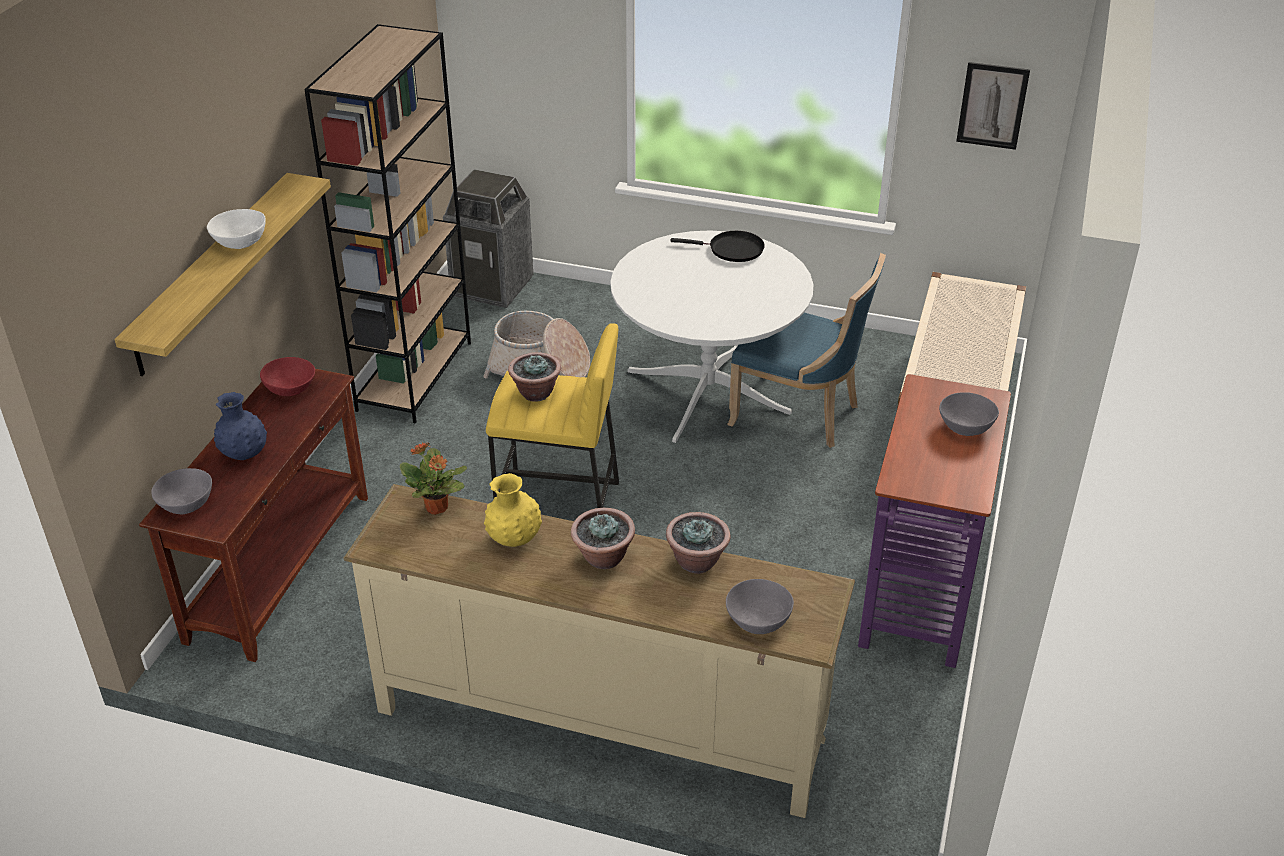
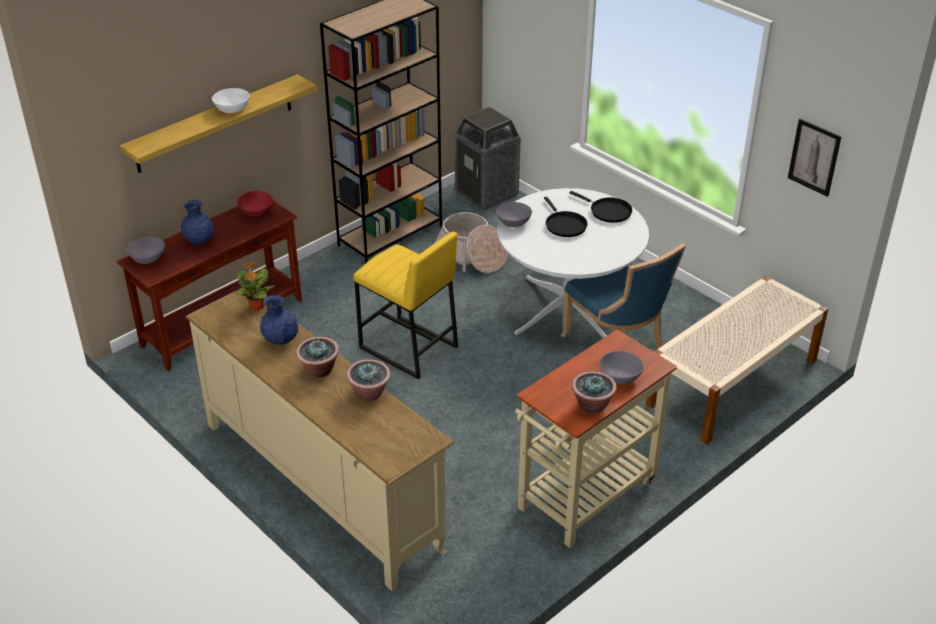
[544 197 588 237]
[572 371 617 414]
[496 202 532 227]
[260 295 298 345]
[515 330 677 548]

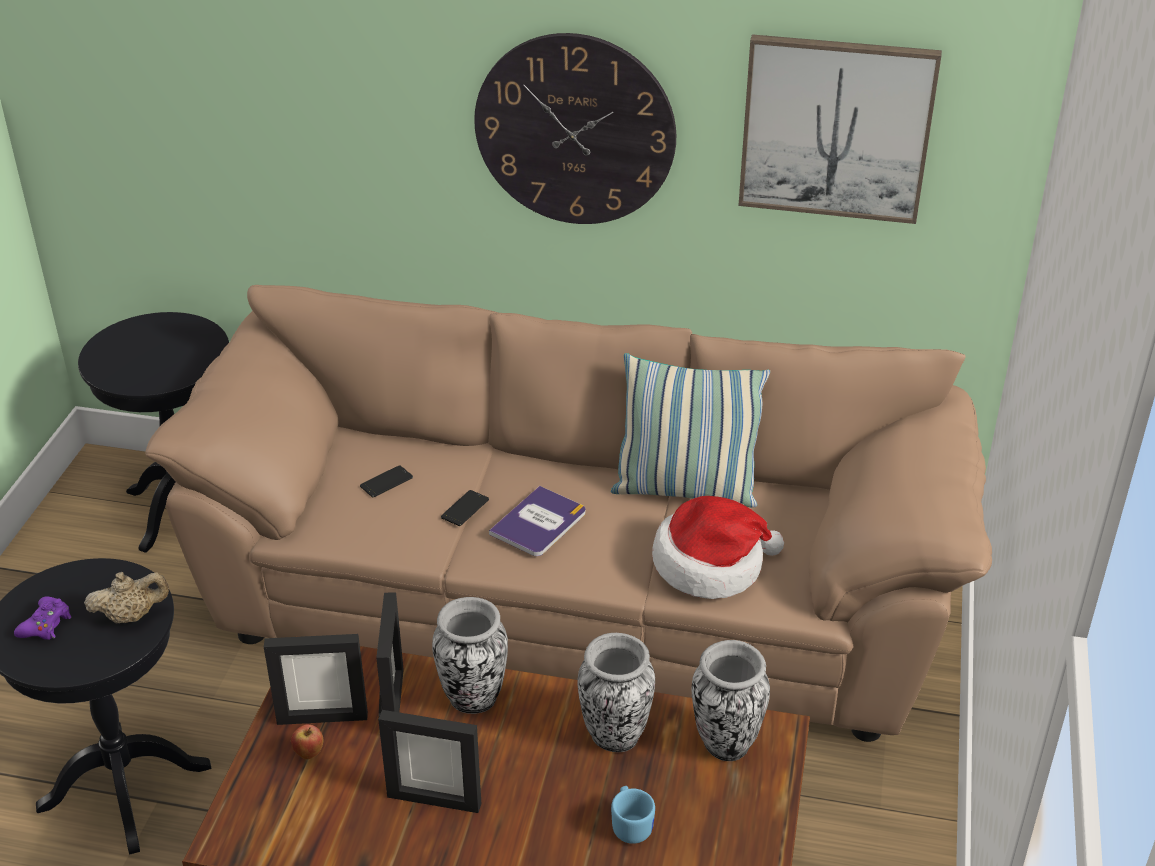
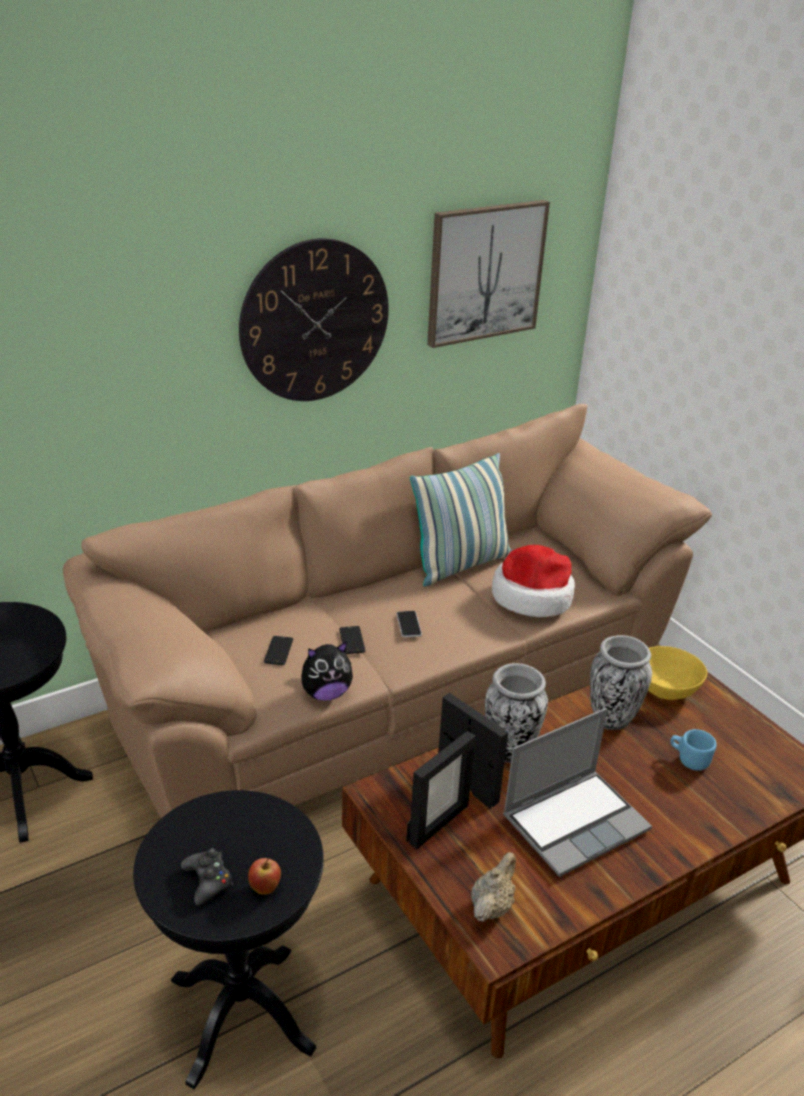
[301 641 353 701]
[471 852 516 922]
[248 858 281 895]
[503 708 652 877]
[396 611 422 637]
[648 646 707 700]
[181 848 233 905]

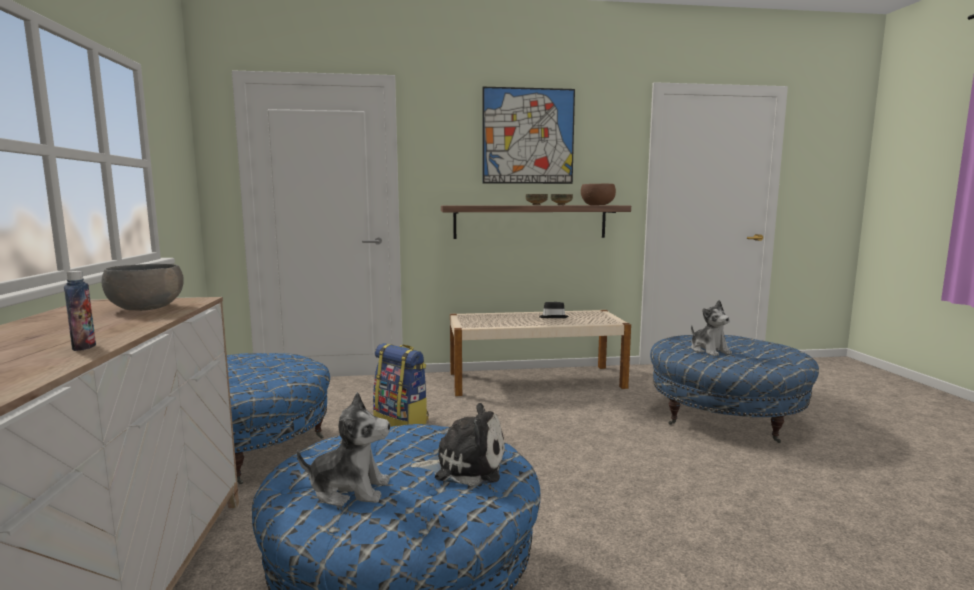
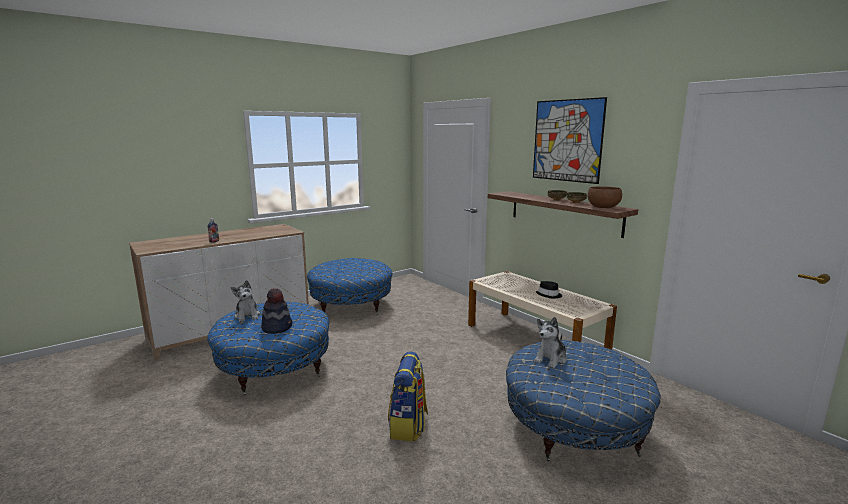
[102 264 184 311] (first image)
[388 351 428 441]
[261 288 292 334]

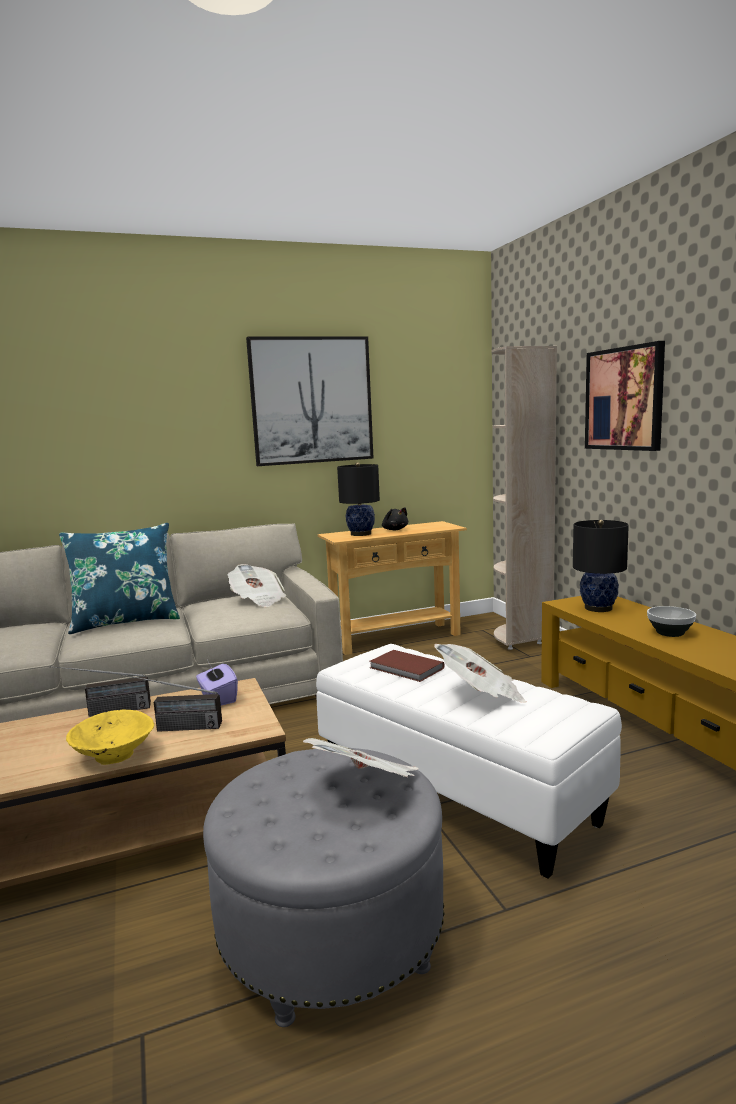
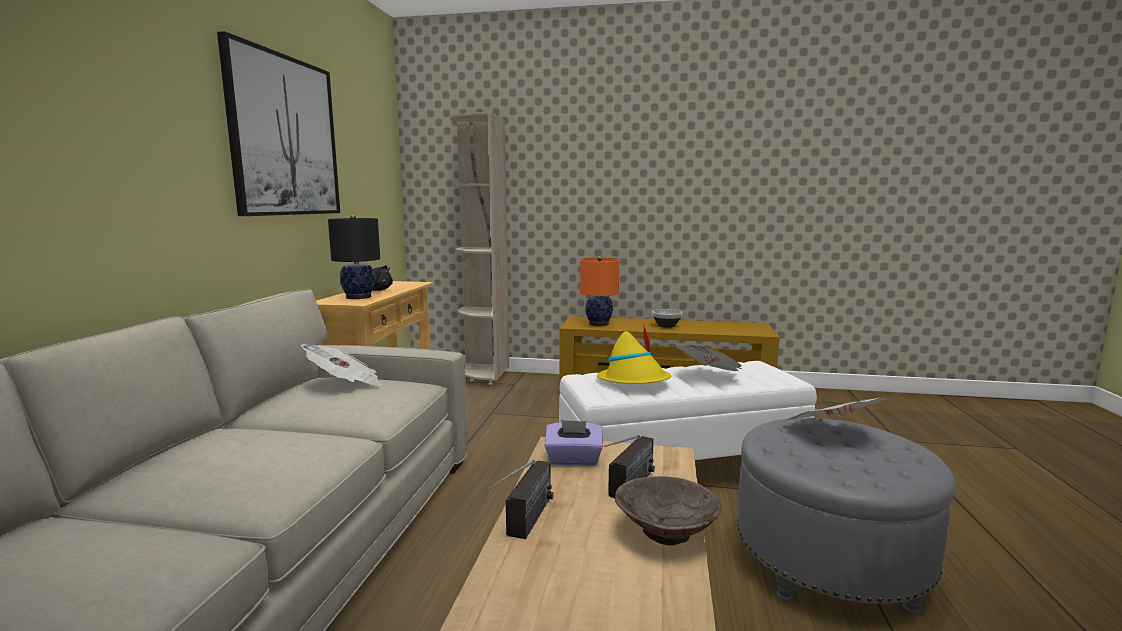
[59 523 180 634] (first image)
[585 341 665 451] (first image)
[597 326 671 384]
[615 476 721 546]
[580 256 619 326]

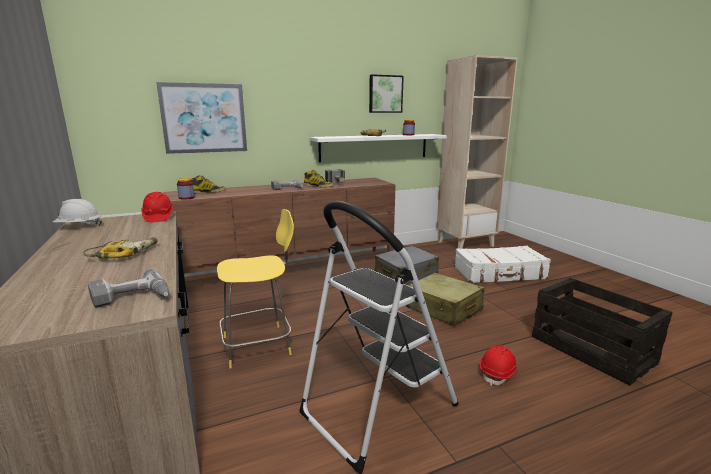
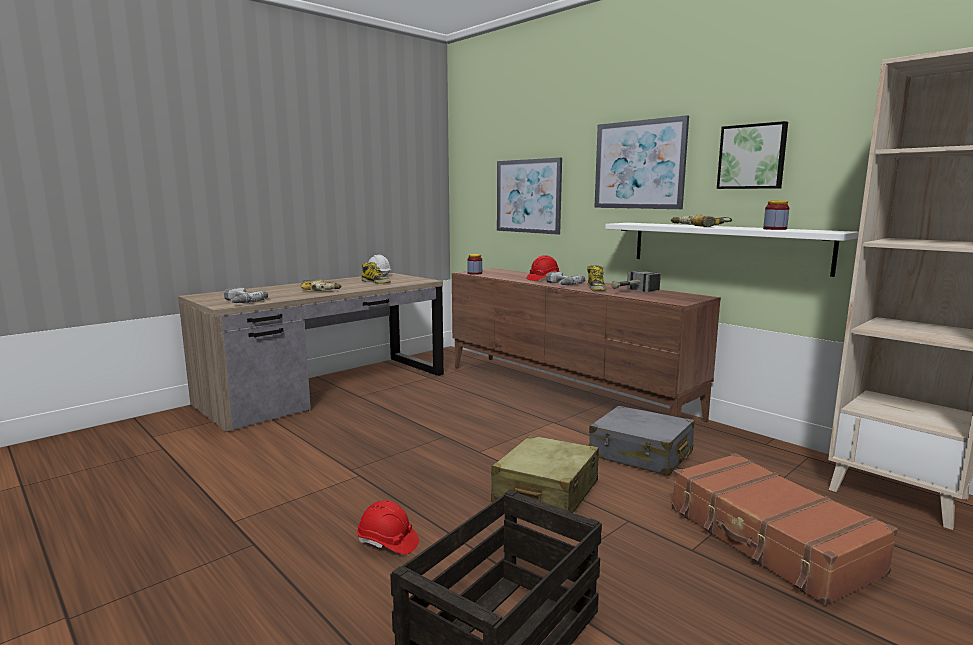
[217 209 294 368] (first image)
[299 201 459 474] (first image)
[594 115 689 209]
[526 255 560 281]
[361 262 391 284]
[672 453 898 606]

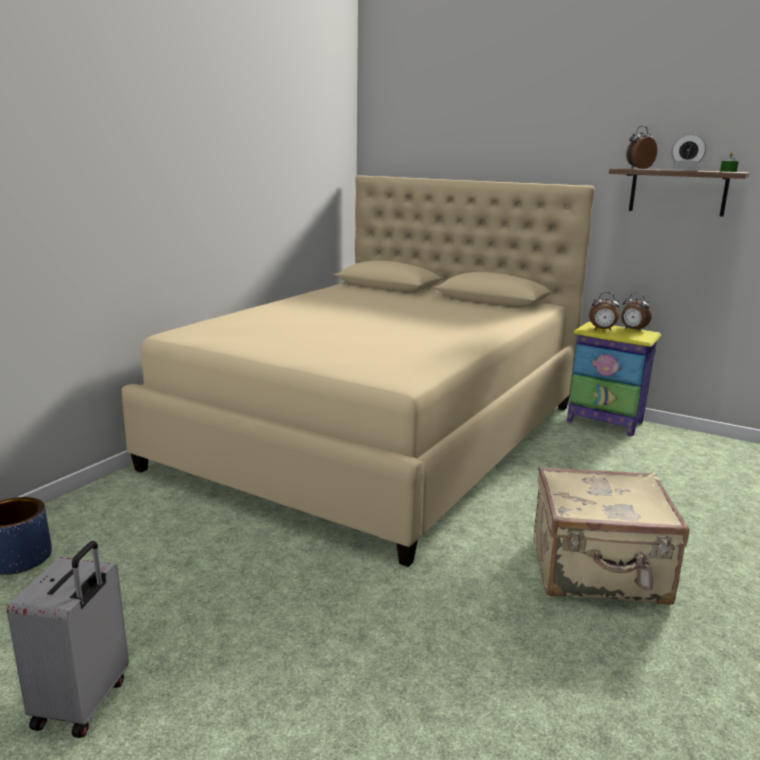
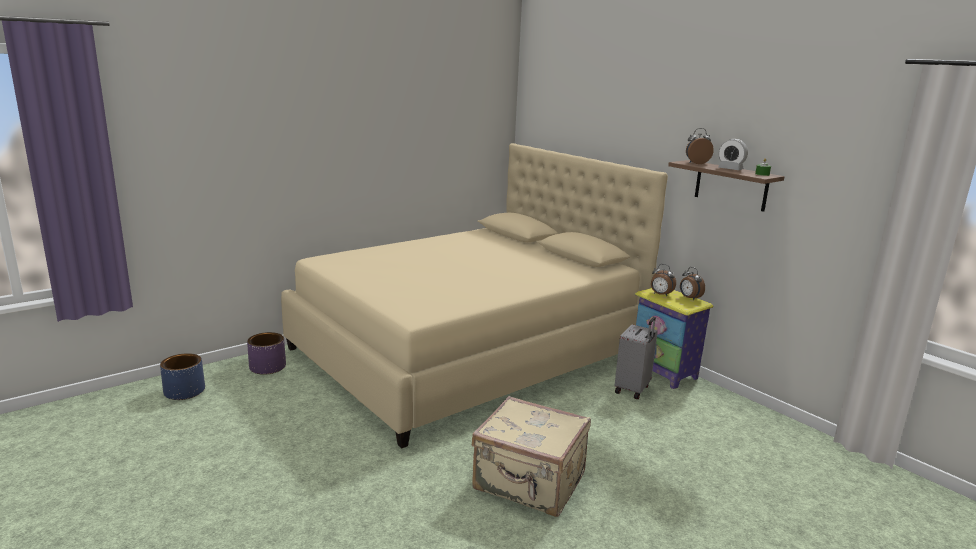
[247 332 286 375]
[615 317 658 399]

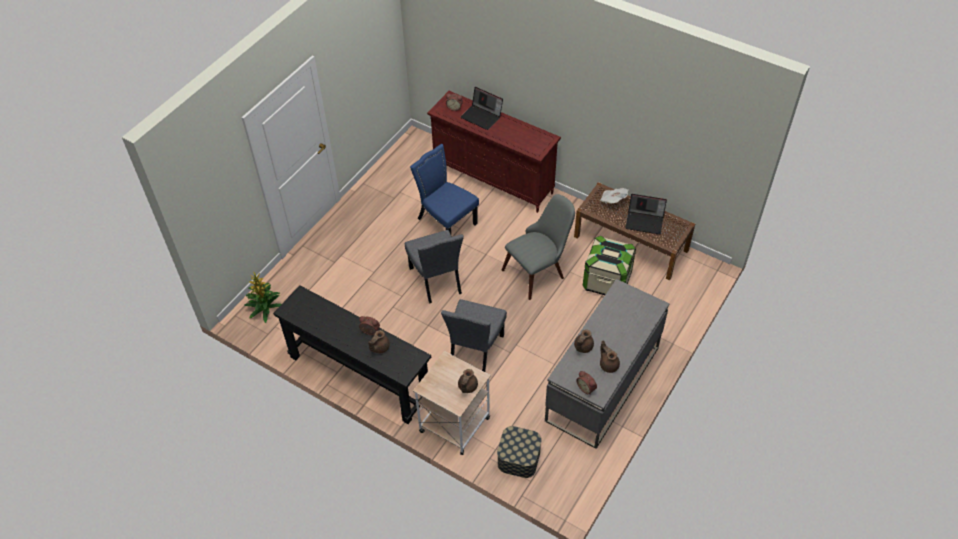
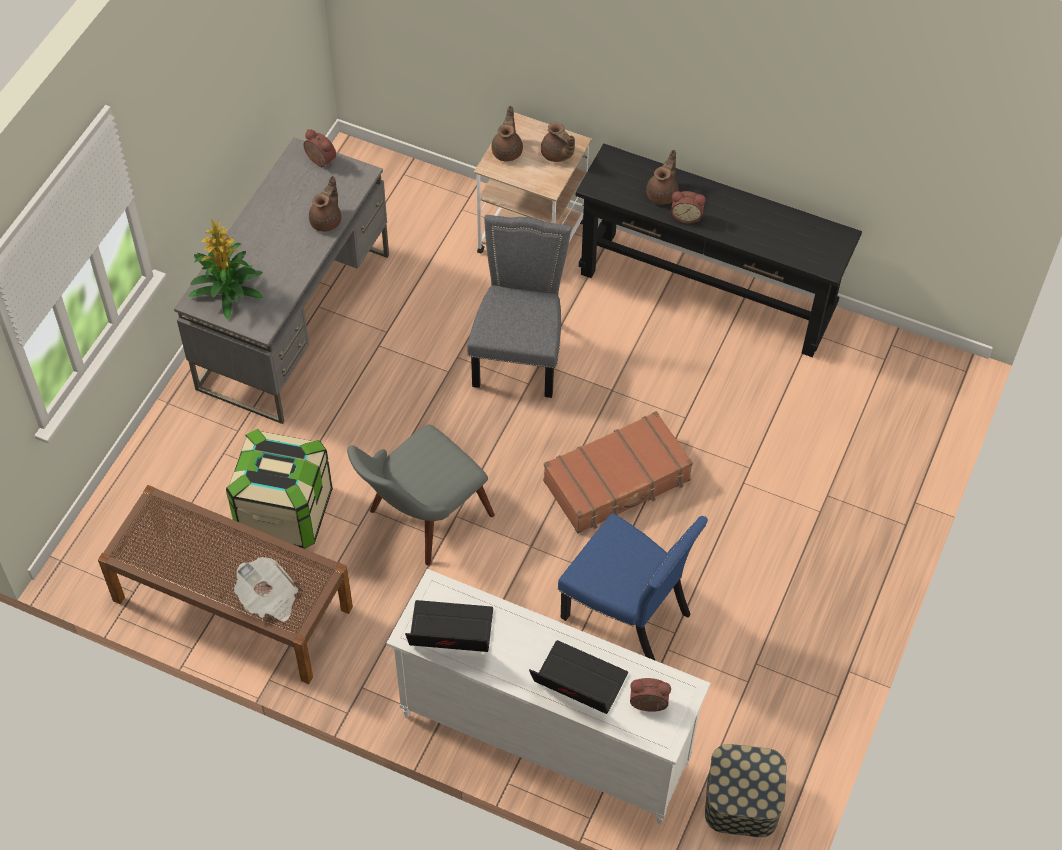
[188 219 263 319]
[705 744 787 837]
[541 122 575 162]
[405 600 493 652]
[543 411 693 533]
[386 569 711 825]

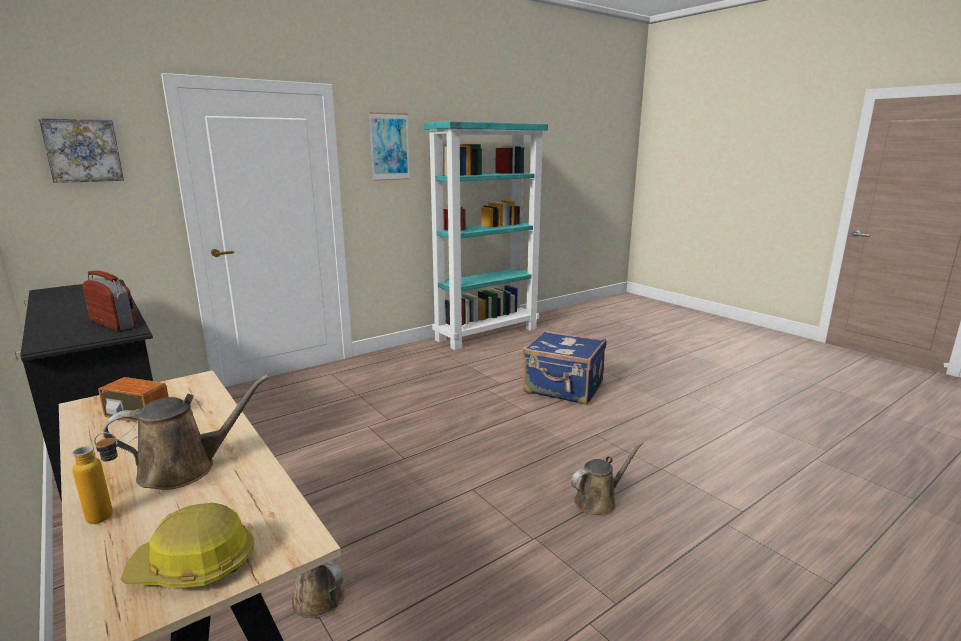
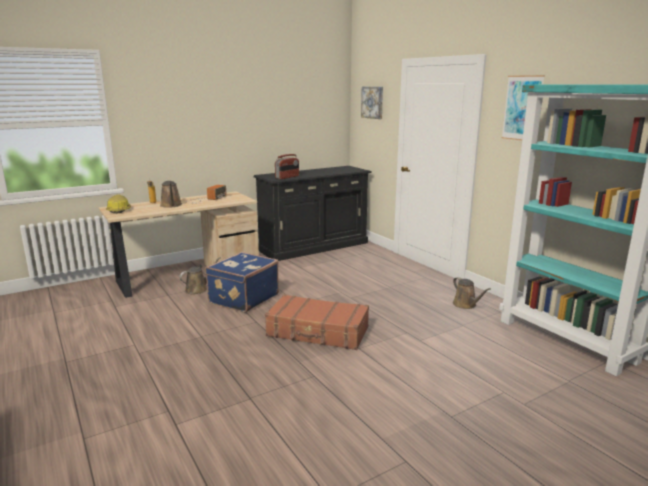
[265 294 369 350]
[205 252 279 313]
[453 277 491 309]

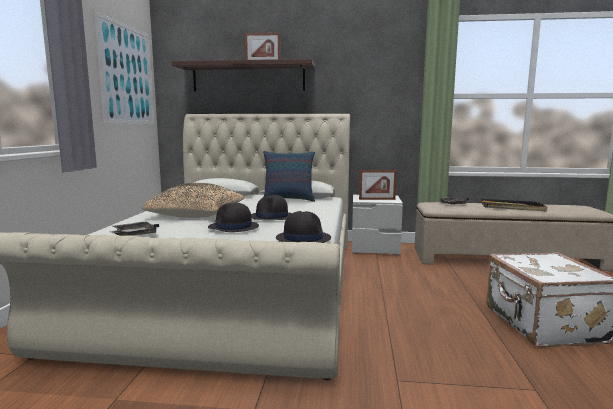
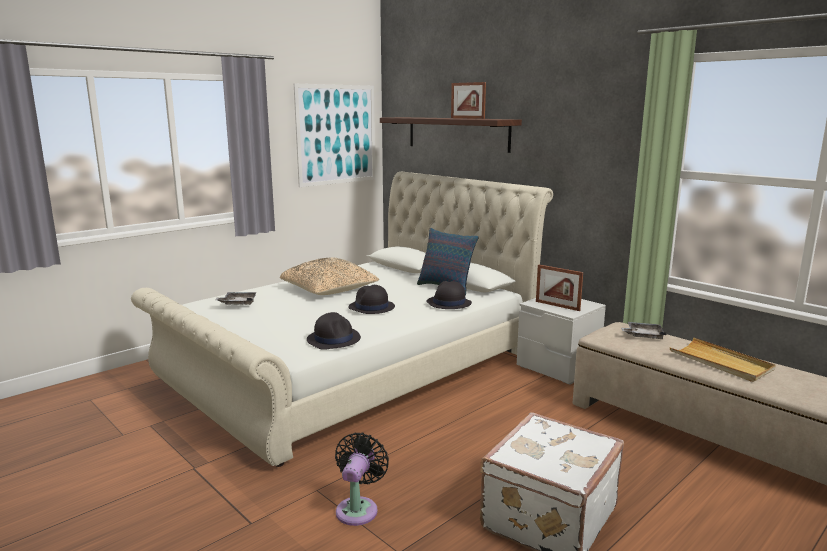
[335 433 389 526]
[426 281 472 309]
[670 337 776 382]

